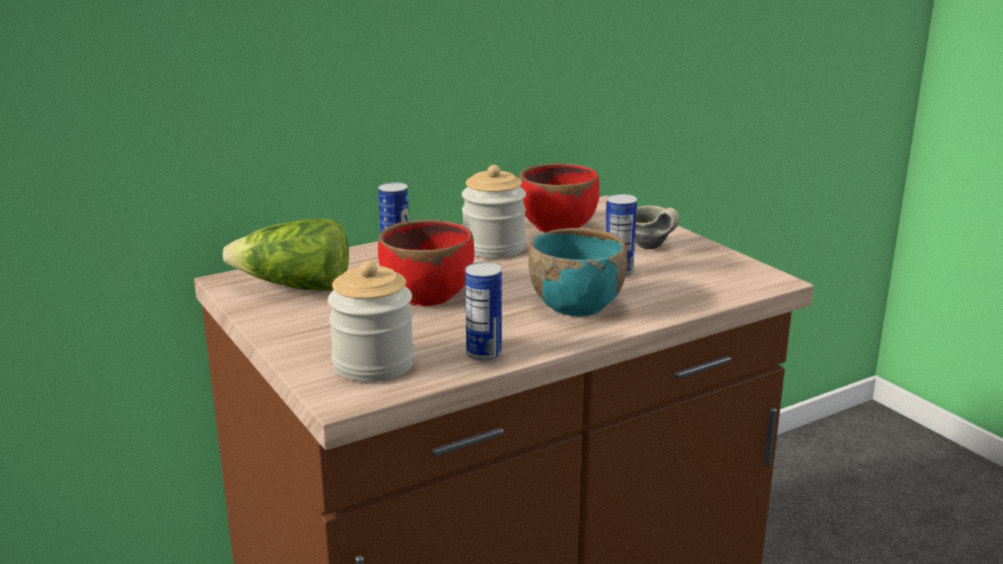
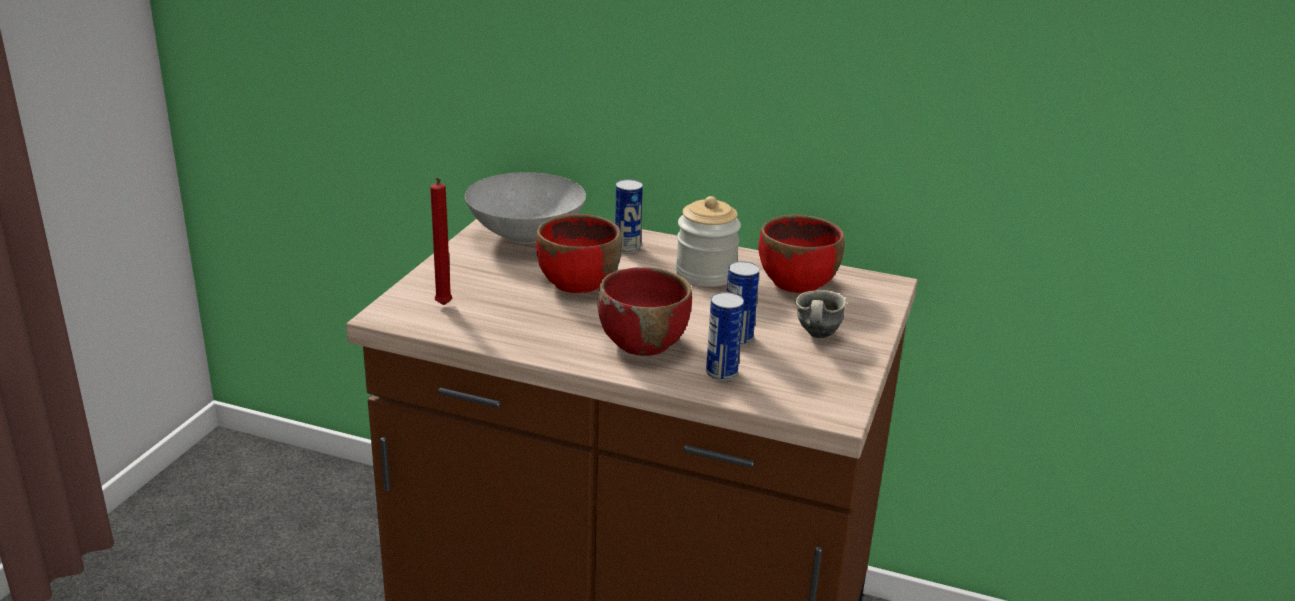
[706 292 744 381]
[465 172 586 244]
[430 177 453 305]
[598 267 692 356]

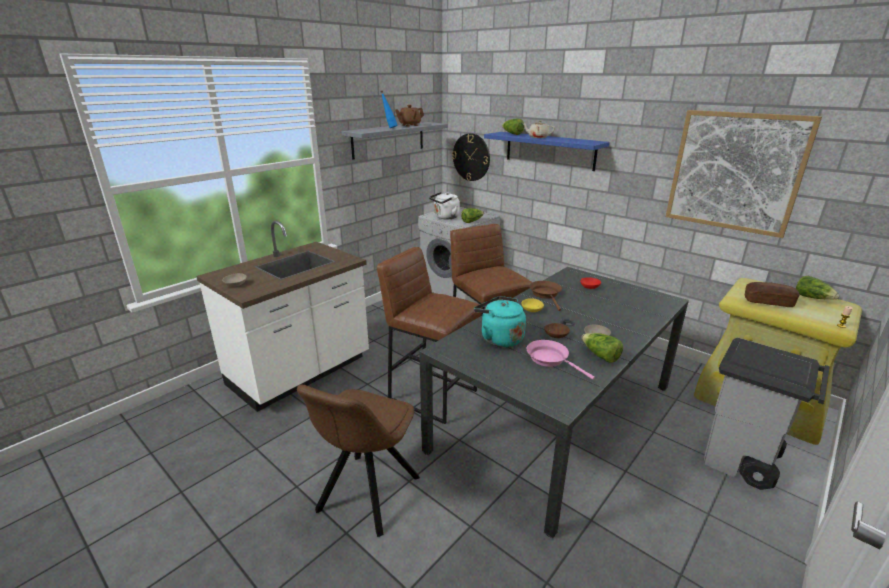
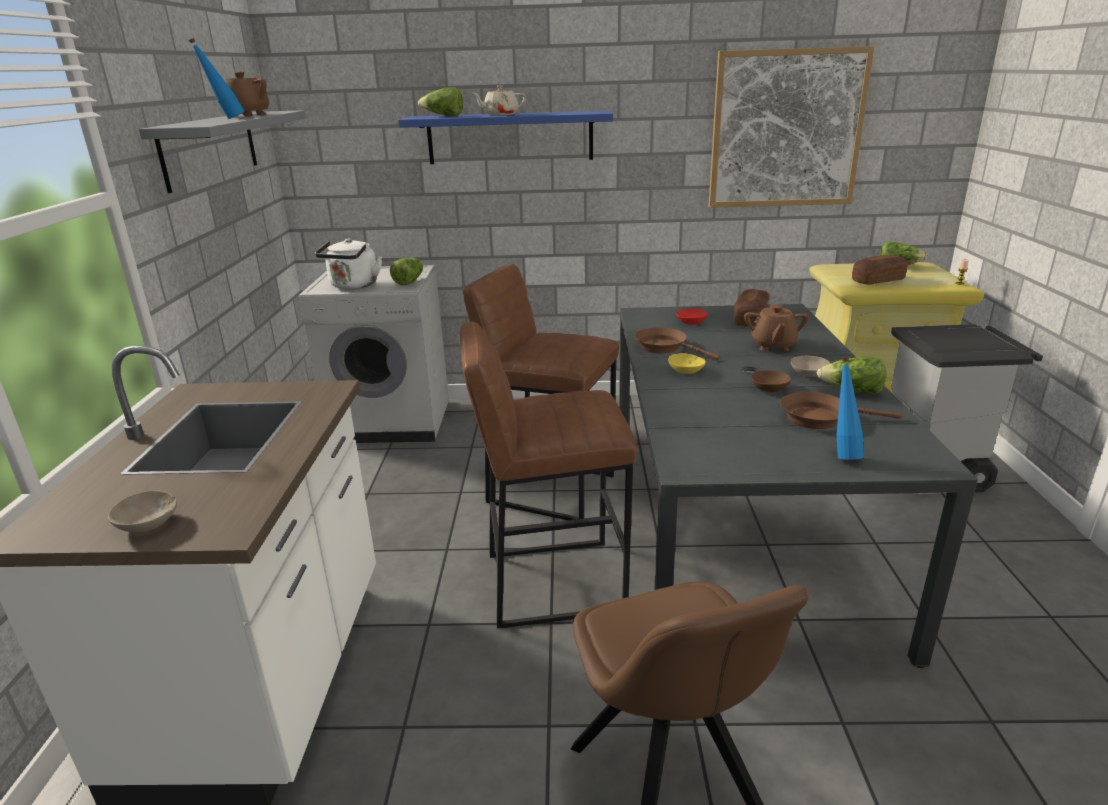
[452 133 490 181] (first image)
[474 296 526 347] (first image)
[734 289 770 327]
[744 304 809 351]
[836 357 864 460]
[780 392 901 429]

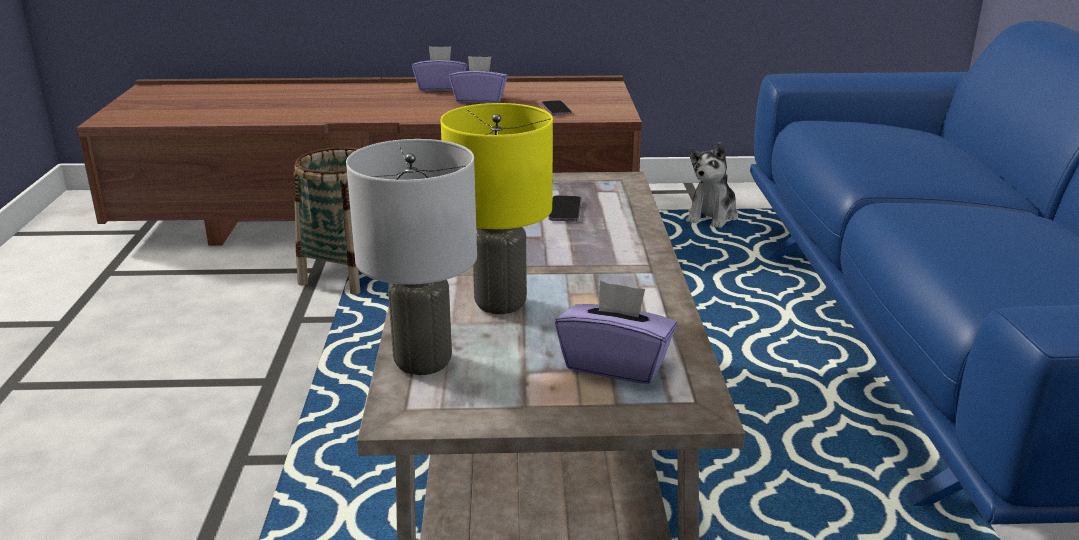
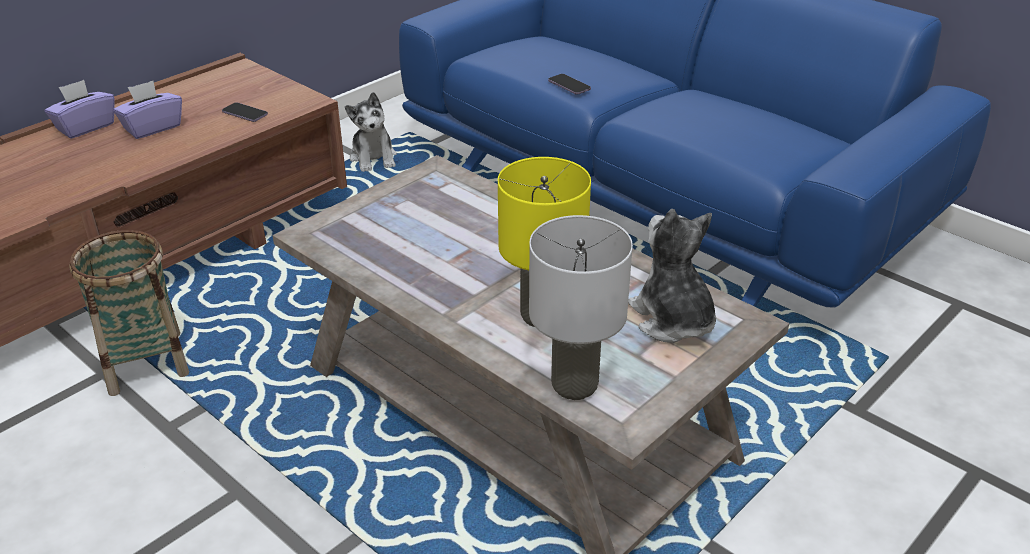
[548 74 591 95]
[628 209 716 343]

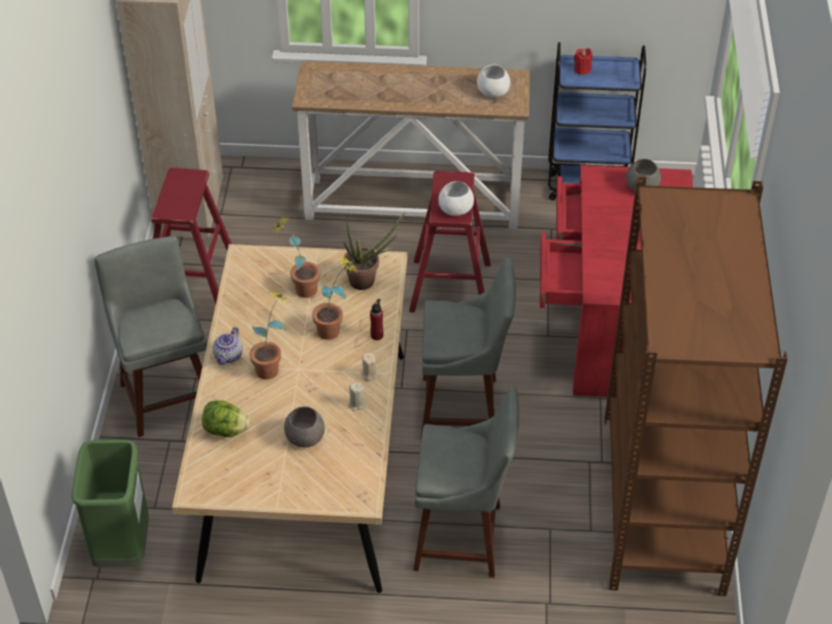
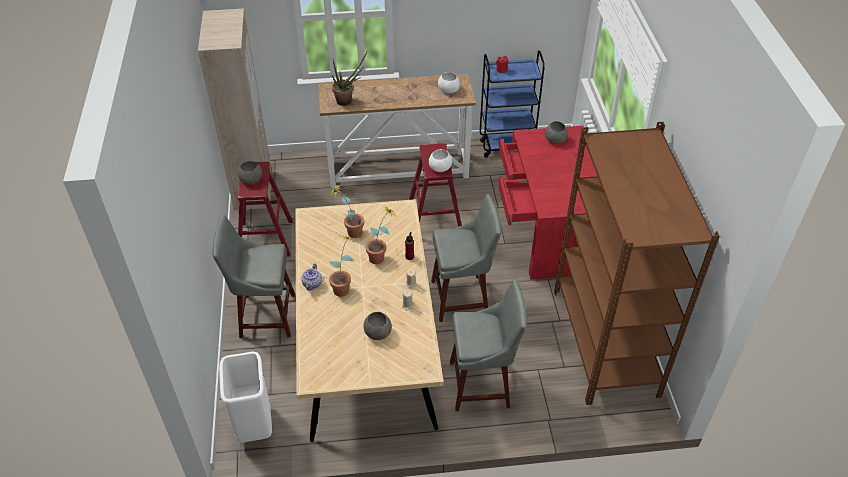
[202 400 250 437] (first image)
[238 161 262 184]
[332 52 367 106]
[219 352 272 443]
[213 214 295 338]

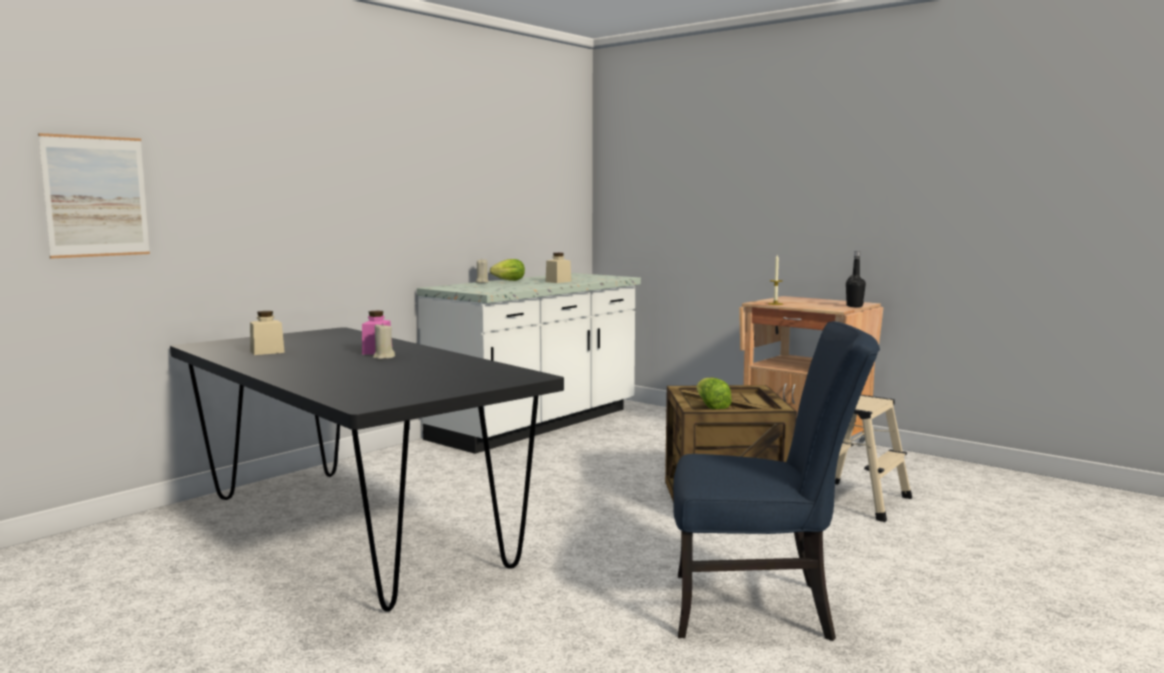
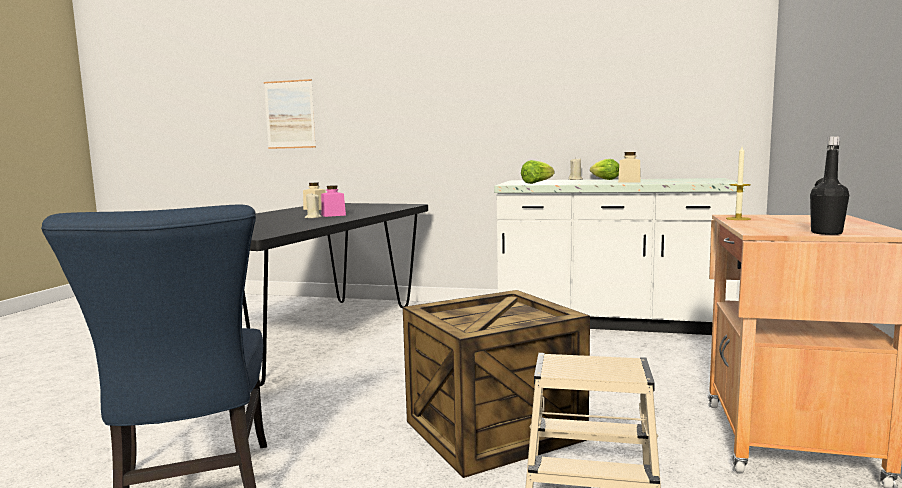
[521 160 555 184]

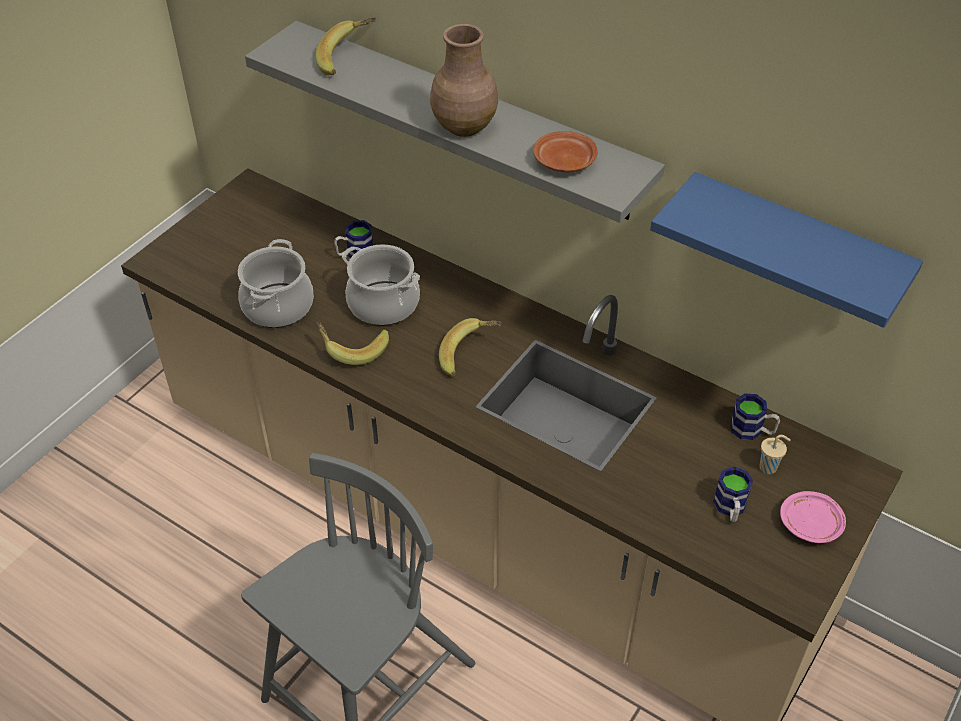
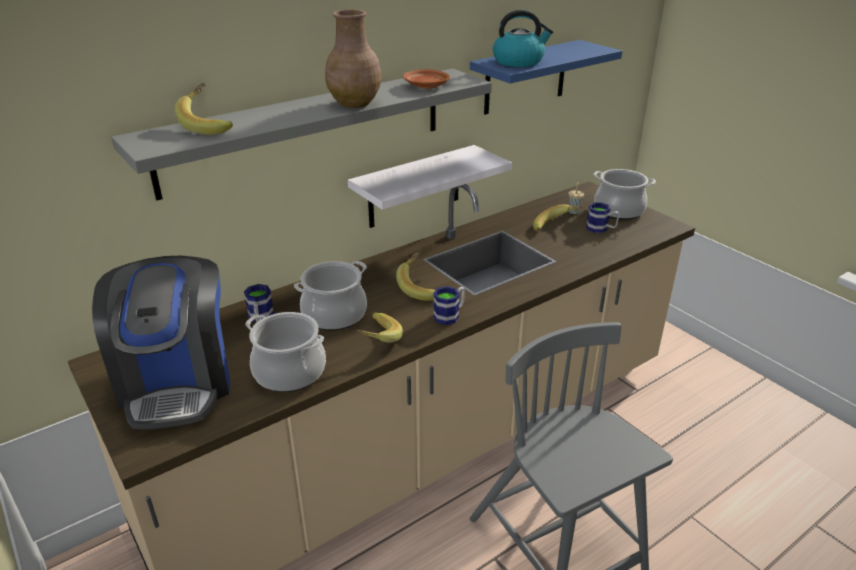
[92 256 230 429]
[348 145 512 228]
[493 10 554 67]
[533 205 583 231]
[433 286 465 325]
[594 169 656 220]

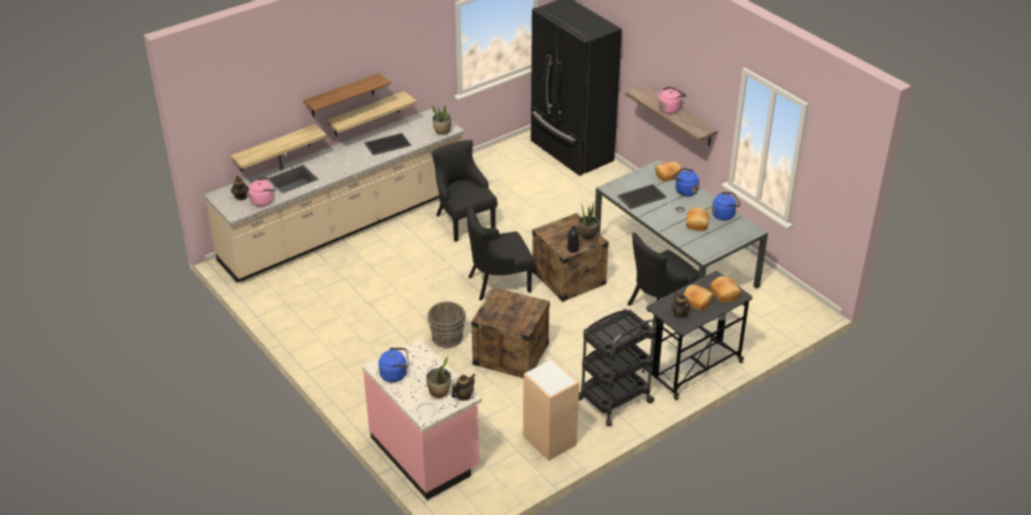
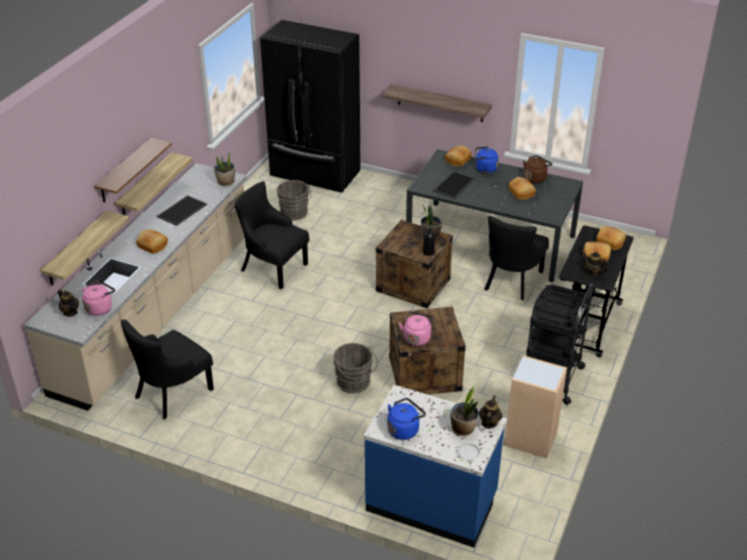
[136 229 168 254]
[276 180 311 220]
[121 319 214 419]
[399 312 434 346]
[364 385 507 548]
[523 155 552 183]

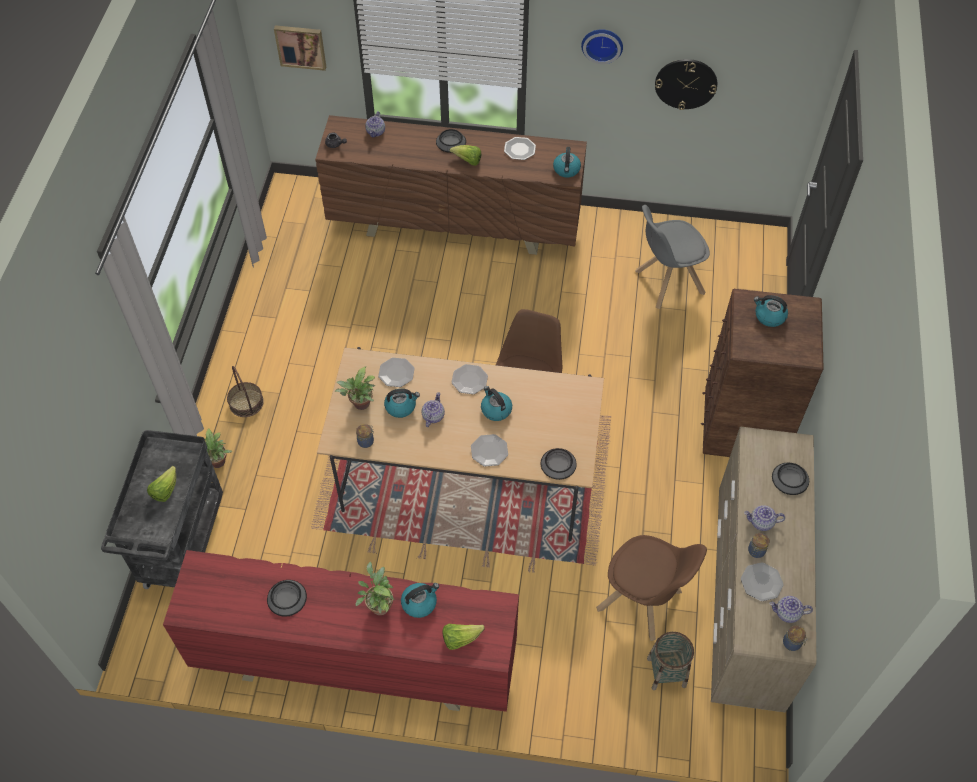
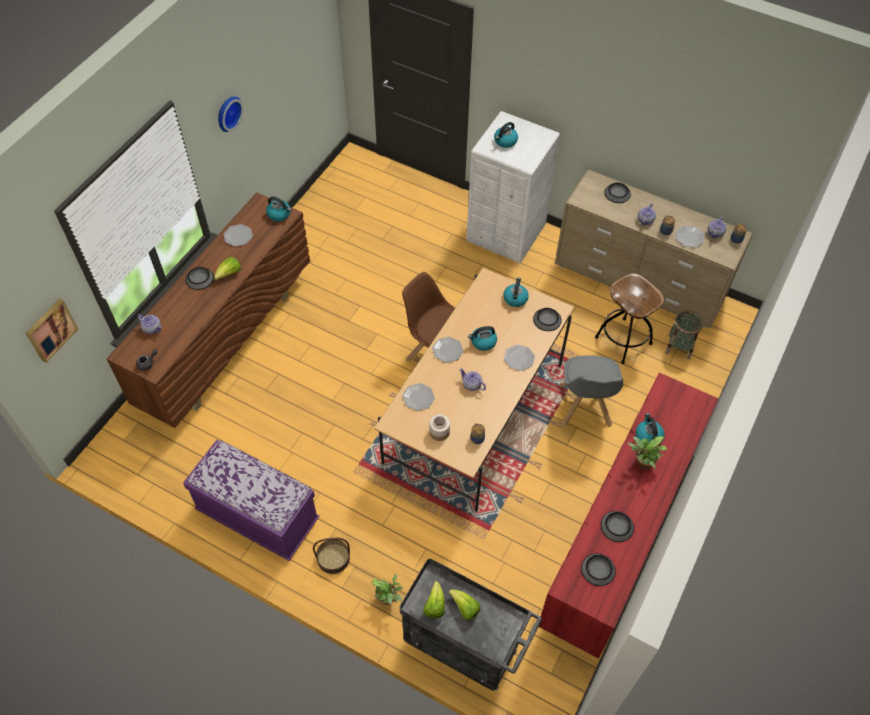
[655 59 717 110] (first image)
[183 440 319 561]
[581 554 616 586]
[503 278 529 307]
[423 581 445 618]
[558 355 623 427]
[430 414 450 441]
[595 273 665 364]
[466 111 560 263]

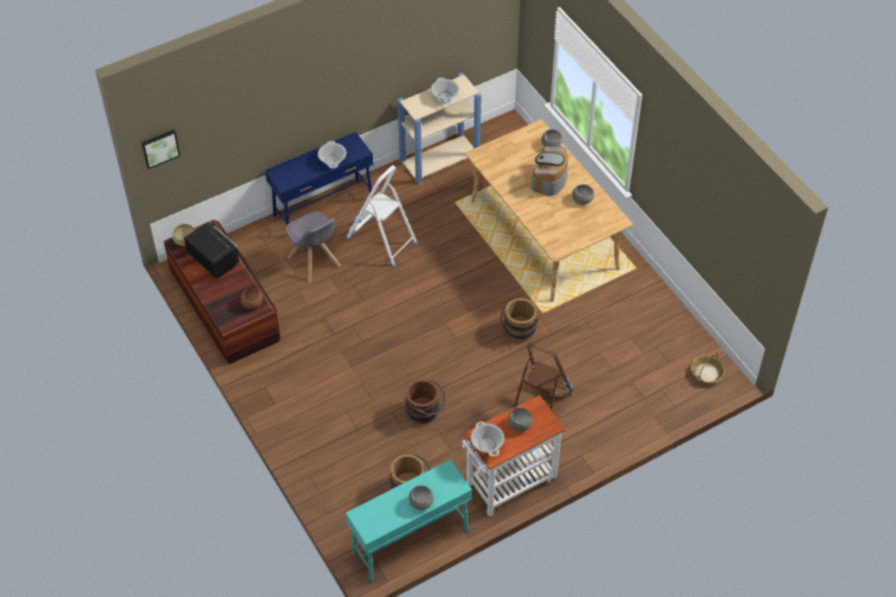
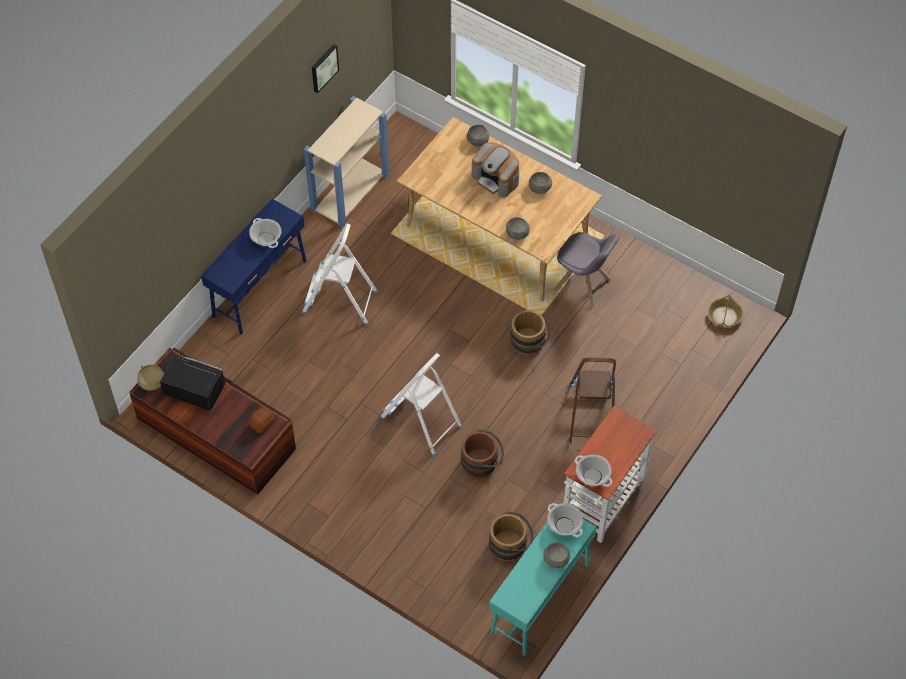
[380 353 463 457]
[312 44 339 93]
[554 232 620 308]
[547 503 583 537]
[506 217 530 240]
[249 407 276 433]
[472 142 520 198]

